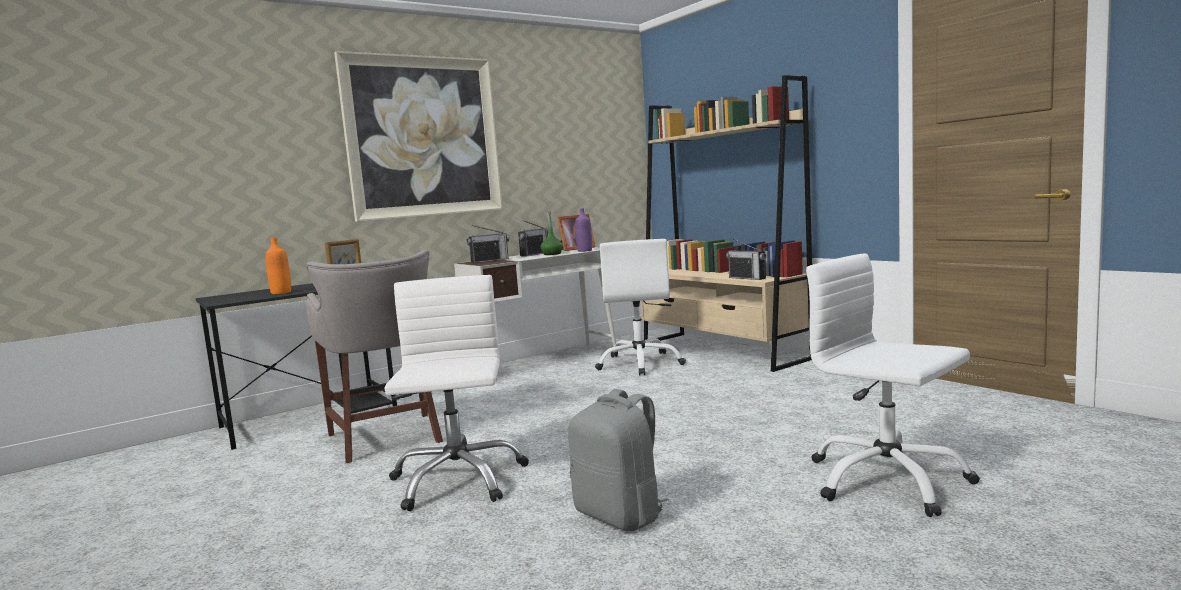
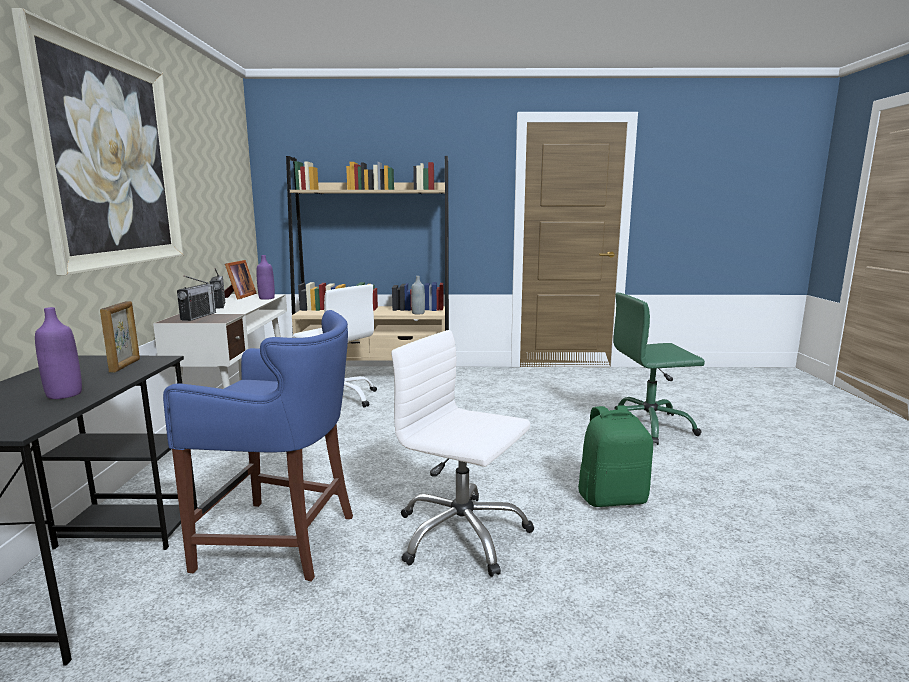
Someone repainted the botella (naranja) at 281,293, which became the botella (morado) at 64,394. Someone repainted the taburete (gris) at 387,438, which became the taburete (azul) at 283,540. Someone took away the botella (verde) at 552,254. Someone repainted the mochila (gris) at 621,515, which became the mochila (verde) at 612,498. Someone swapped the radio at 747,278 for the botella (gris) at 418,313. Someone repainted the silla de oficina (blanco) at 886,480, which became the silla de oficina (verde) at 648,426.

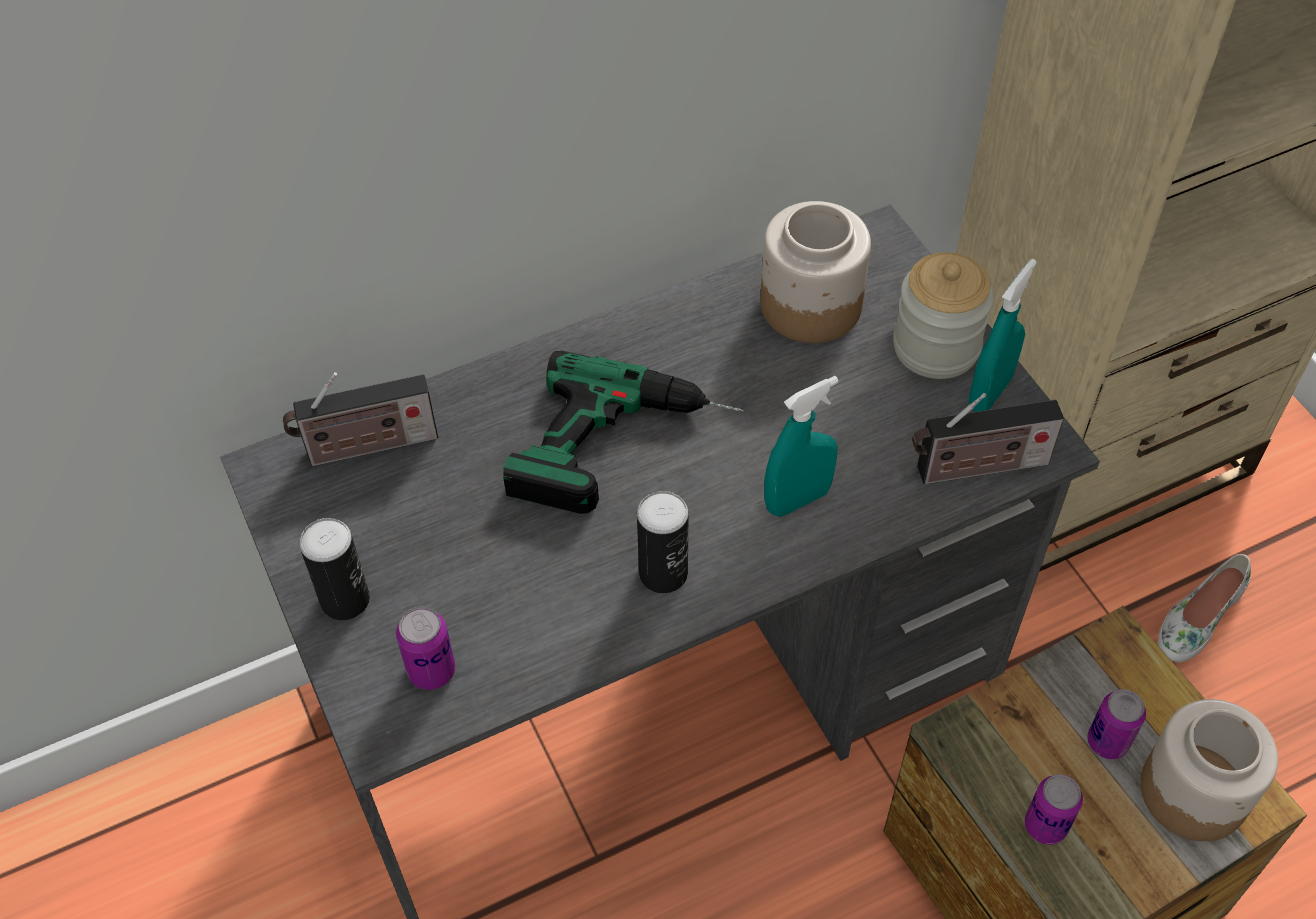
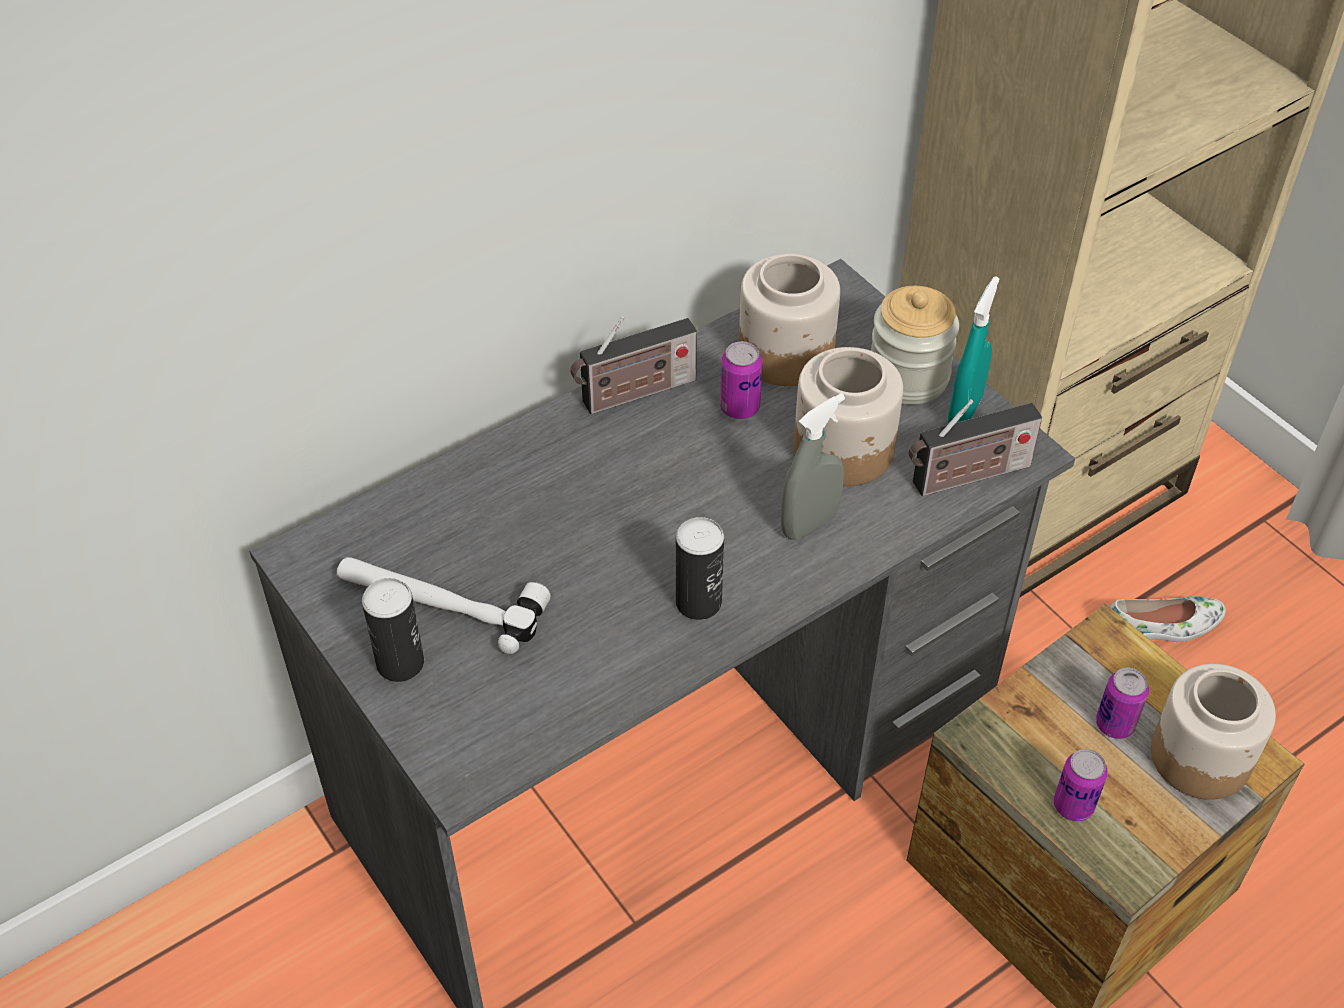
Someone carried the radio from 366,447 to 634,394. Someone carried the lata from 431,670 to 739,407. Someone took away the taladro at 627,449. Someone repainted the pulverizador (turquesa) at 797,500, which became the pulverizador (gris) at 809,523. Someone rotated the zapato (blanco) at 1197,617 by 135 degrees counterclockwise. Someone put down the martillo at 439,601. Someone put down the tarro at 844,450.

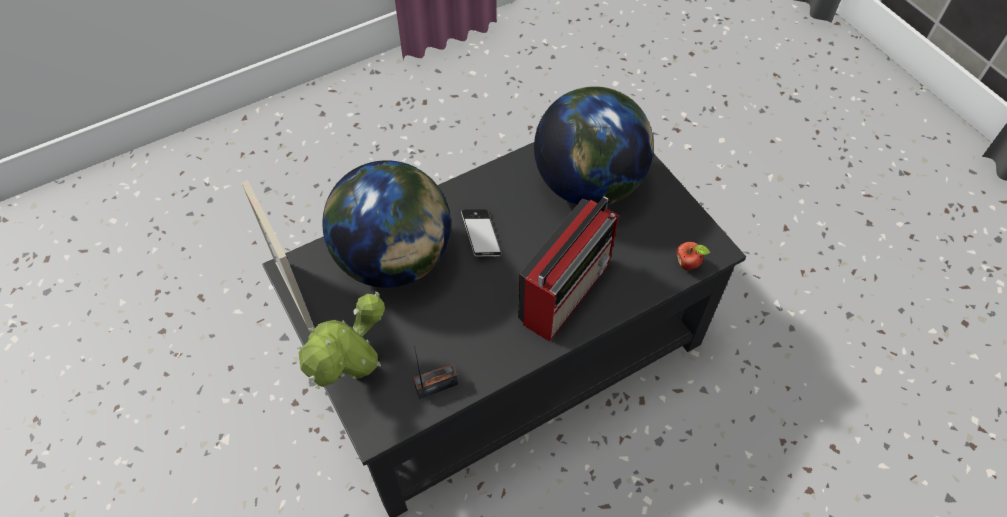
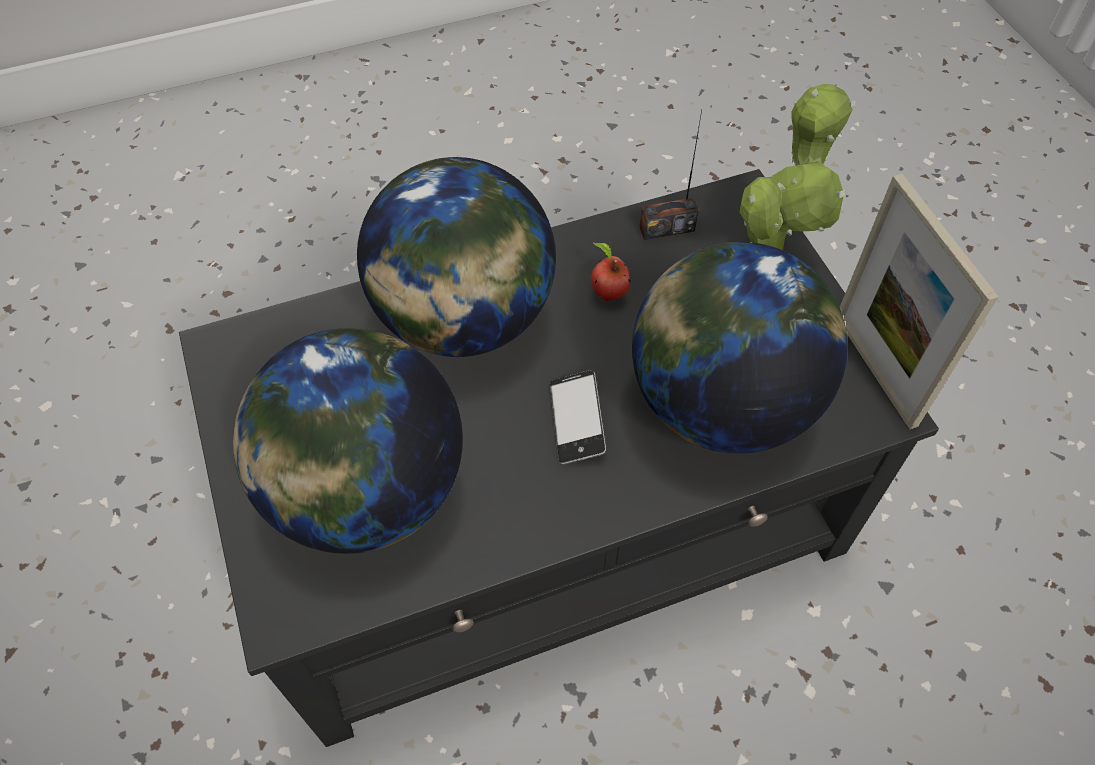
Someone swapped the radio at 567,290 for the globo terráqueo at 464,318. Someone carried the manzana from 688,264 to 607,293.

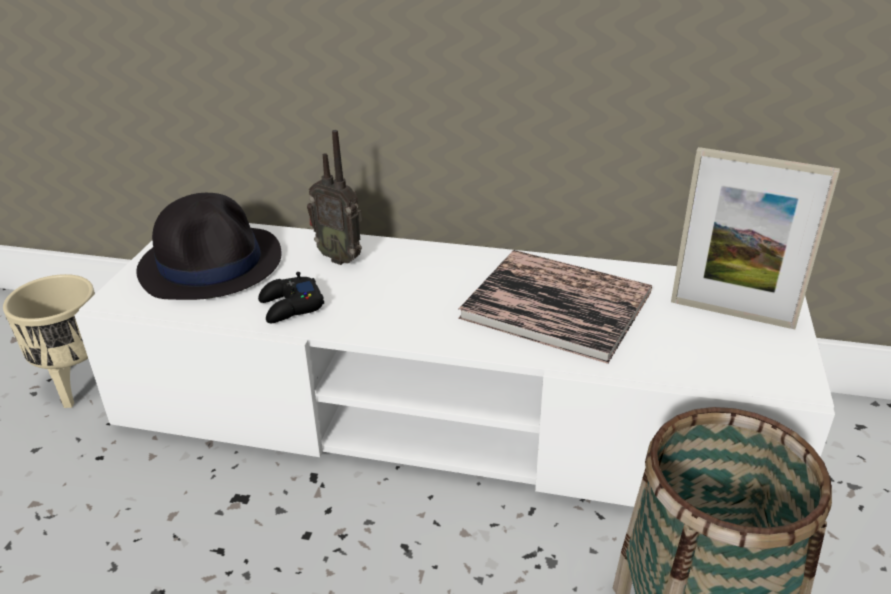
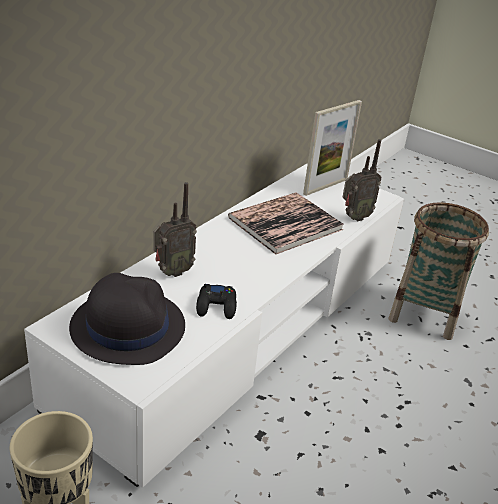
Someone put down the radio at 354,217.

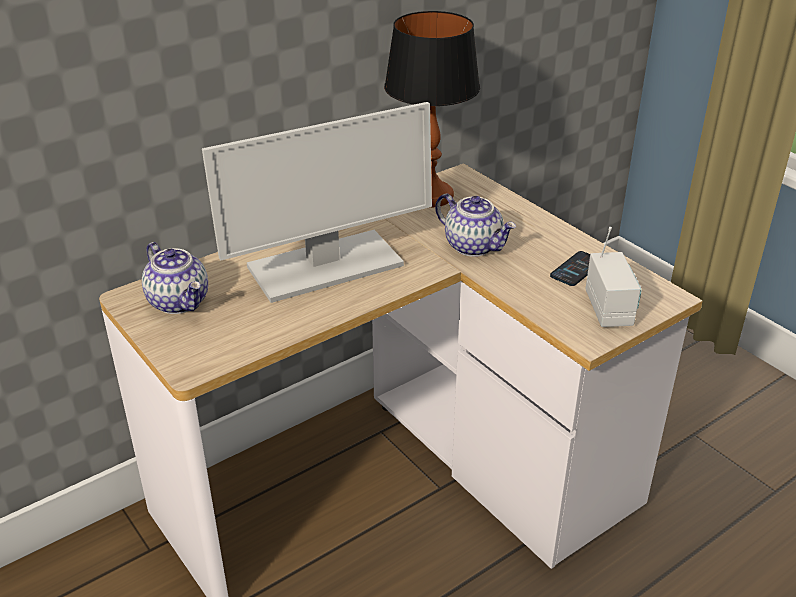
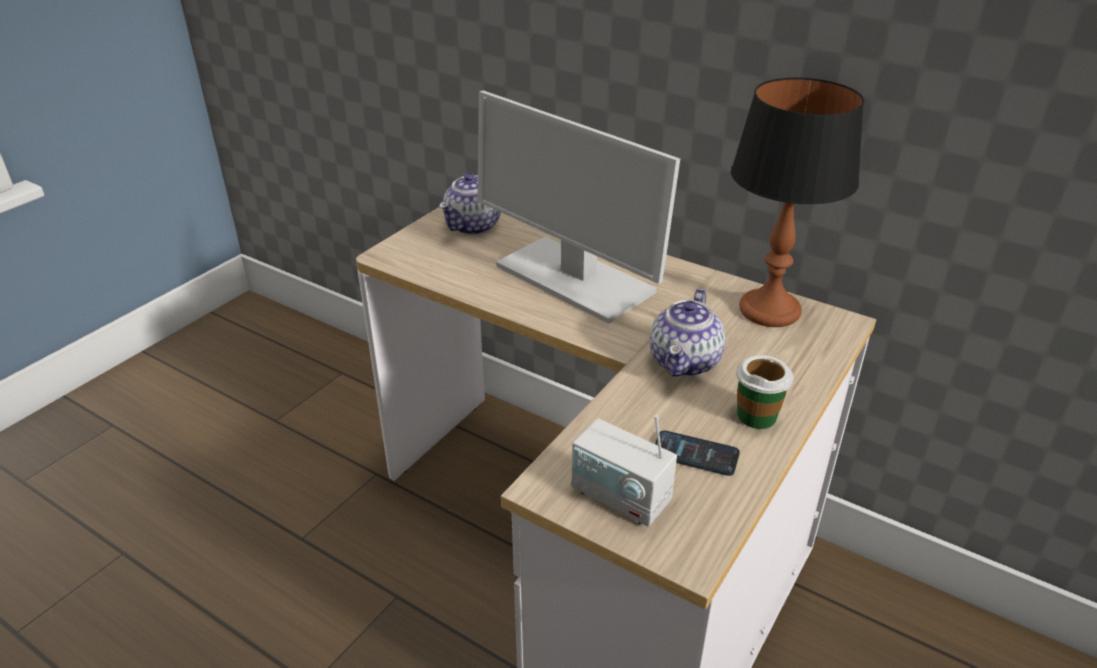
Someone rotated the radio at 609,309 by 60 degrees clockwise. Someone put down the taza at 756,415.

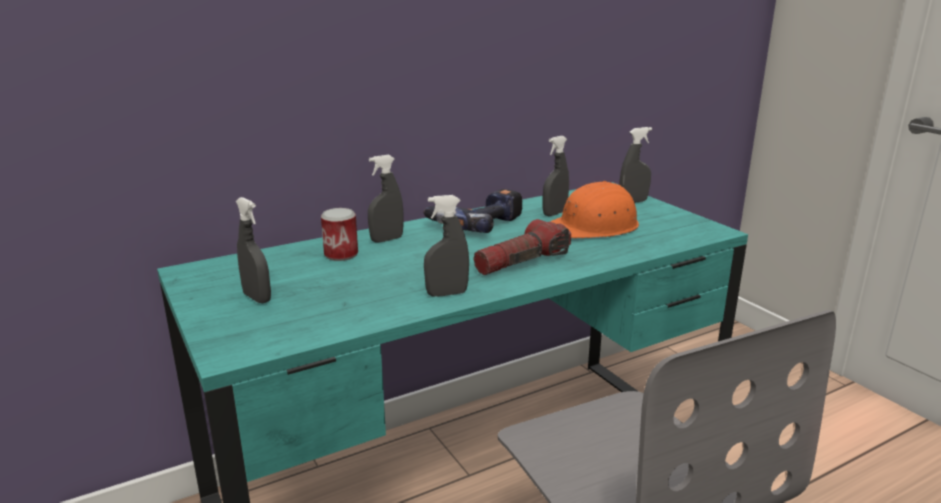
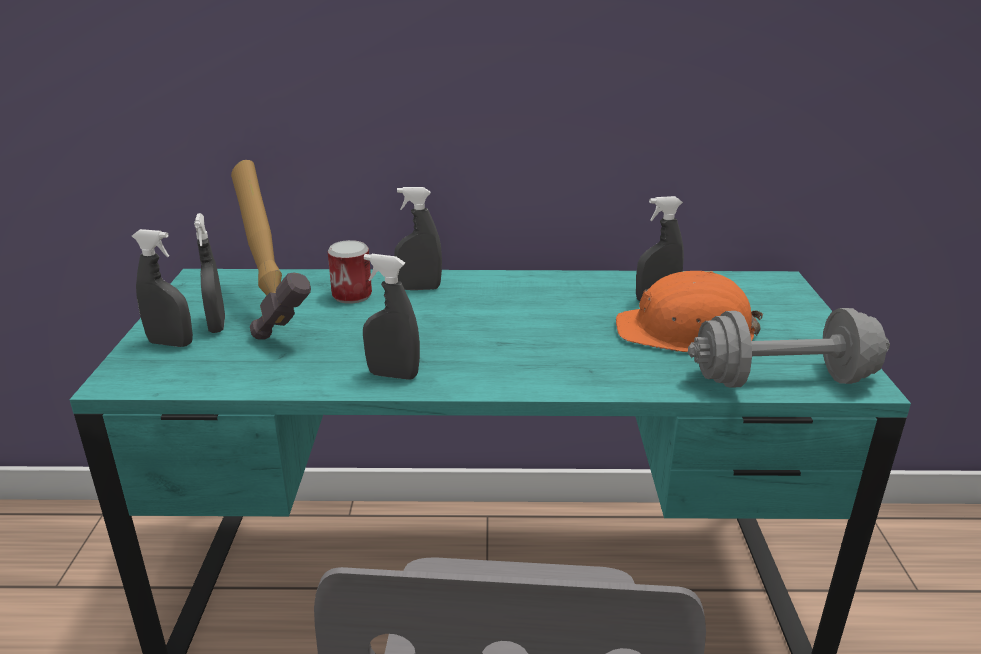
Someone took away the taladro at 476,223. Someone took away the linterna at 522,262. Someone carried the pulverizador (gris) from 633,201 to 171,343. Someone put down the martillo at 278,313. Someone put down the mancuerna (gris) at 782,379.

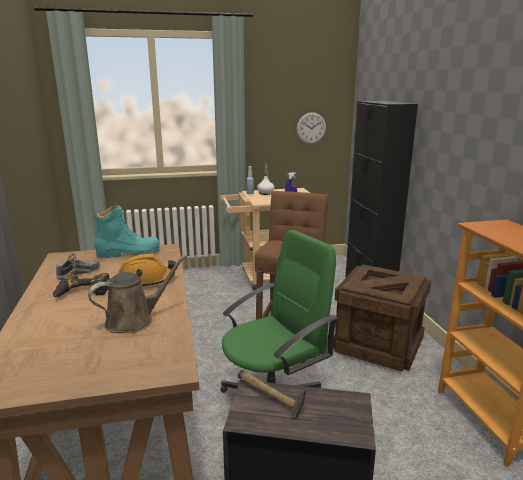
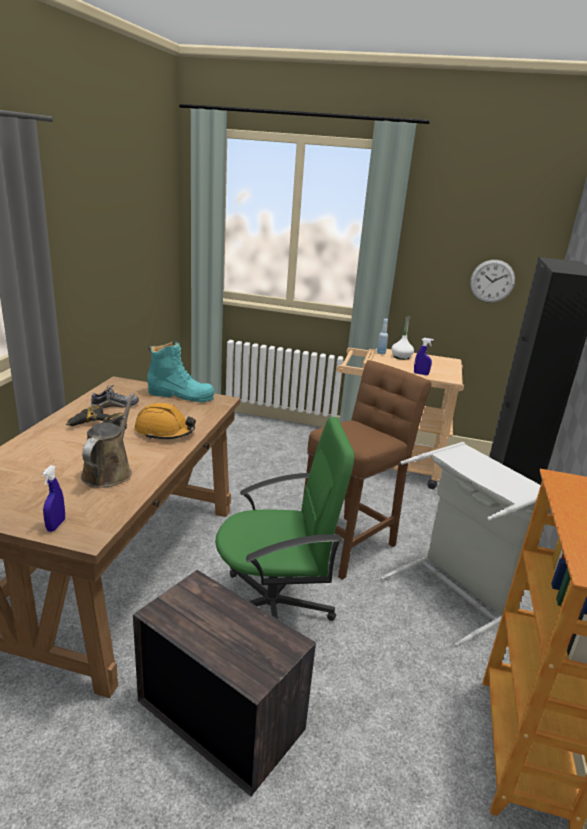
Someone rotated the regadera (marrón) at 134,320 by 75 degrees counterclockwise. Someone took away the martillo at 270,399. Someone swapped the caja de embalaje at 378,344 for the cesto de la ropa (gris) at 455,592. Someone put down the pulverizador (azul) at 56,525.

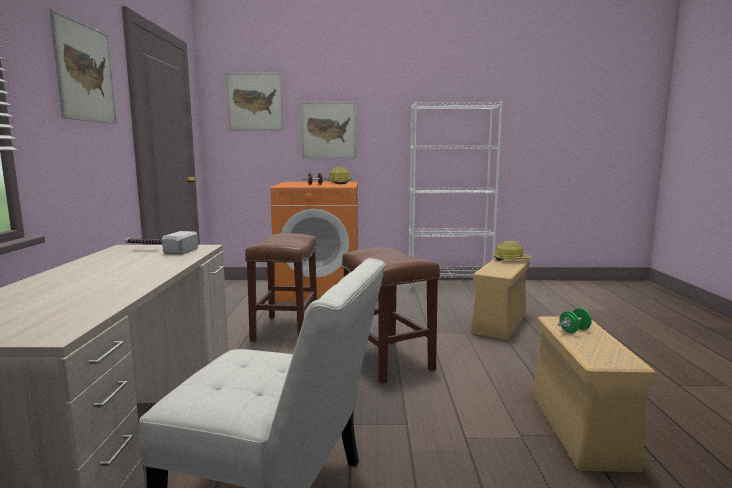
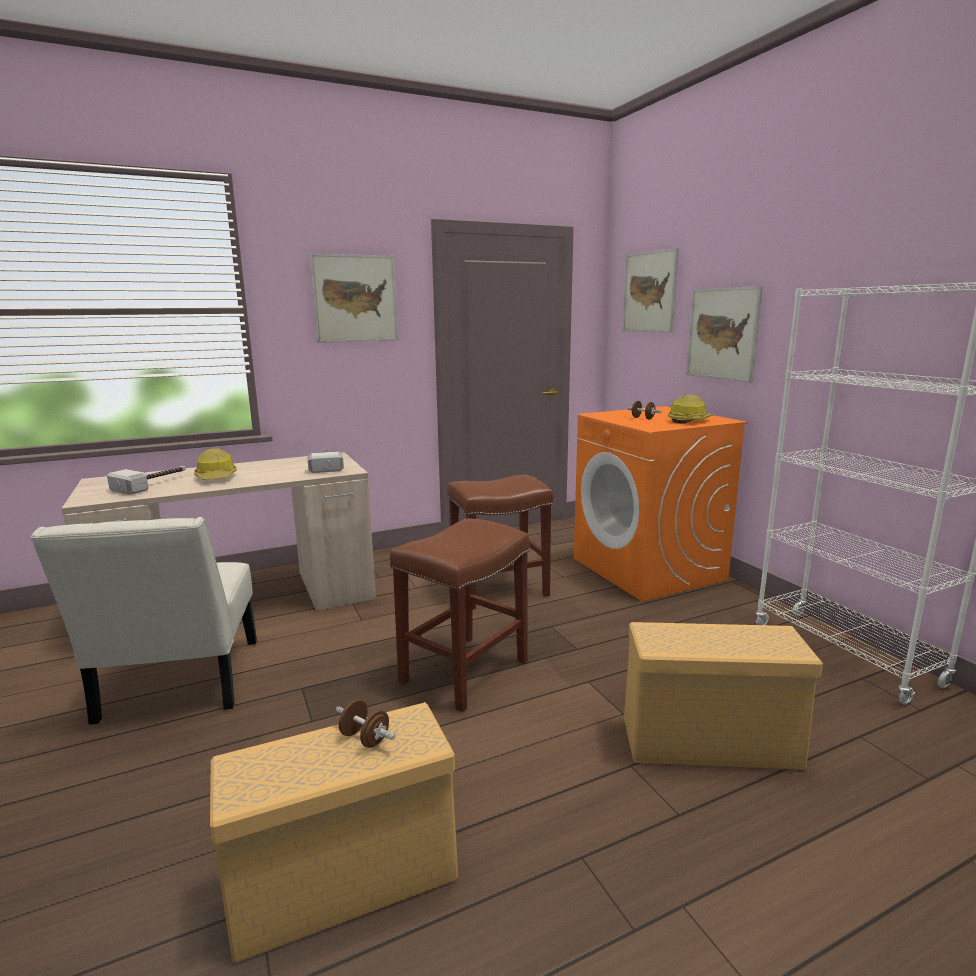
Someone carried the casco from 511,260 to 216,477. Someone repainted the mancuerna (verde) at 574,331, which became the mancuerna (marrón) at 365,738. Someone put down the martillo at 153,484.

